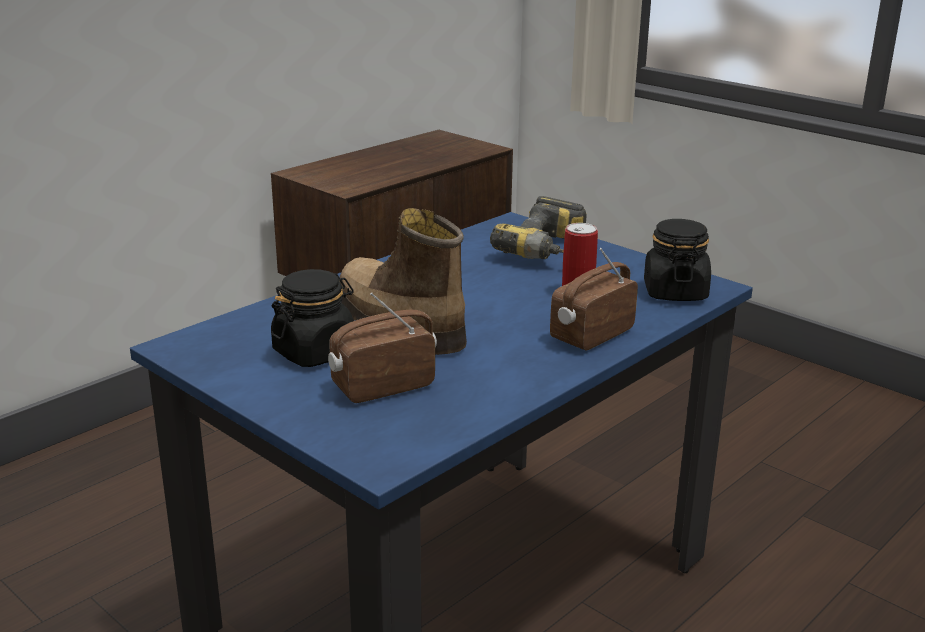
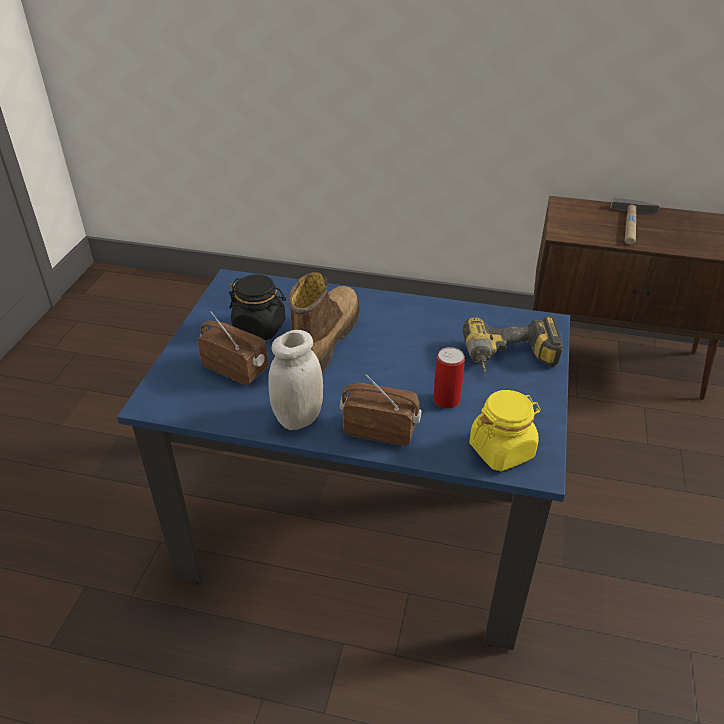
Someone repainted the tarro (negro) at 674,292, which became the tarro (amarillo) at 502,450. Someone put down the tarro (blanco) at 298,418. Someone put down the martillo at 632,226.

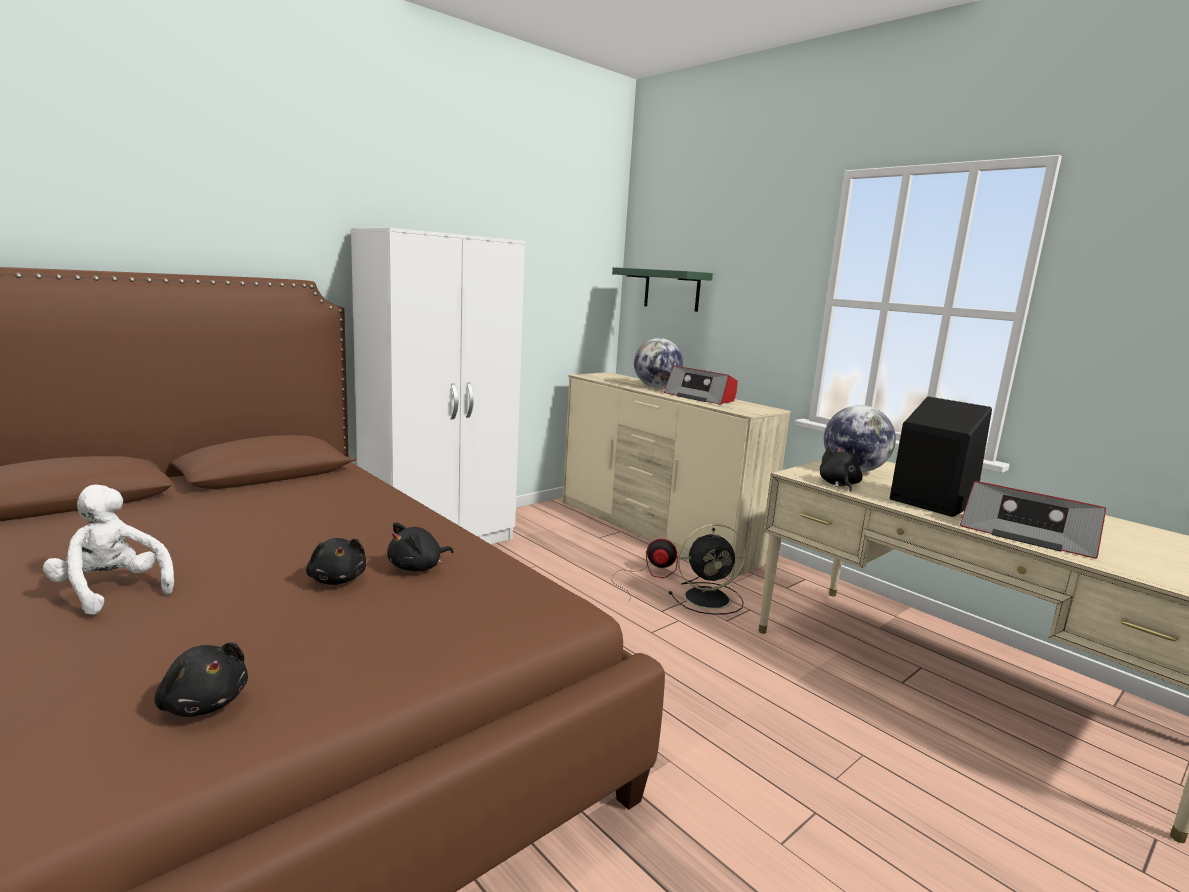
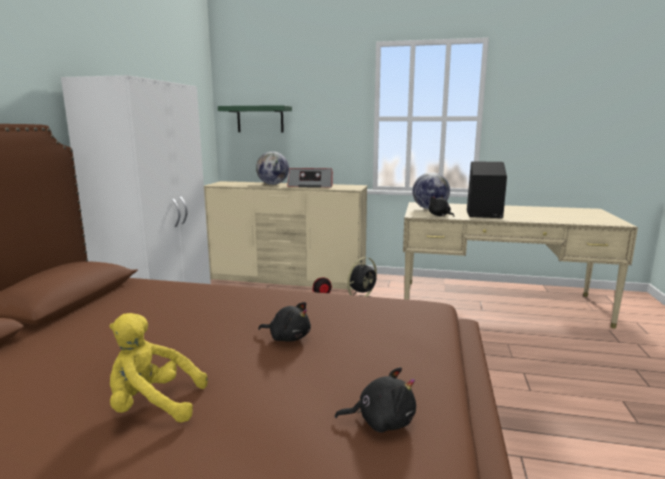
Someone repainted the peluche (blanco) at 112,591, which became the peluche (amarillo) at 153,405. Someone took away the peluche (negro) at 418,567. Someone took away the radio at 1027,535.

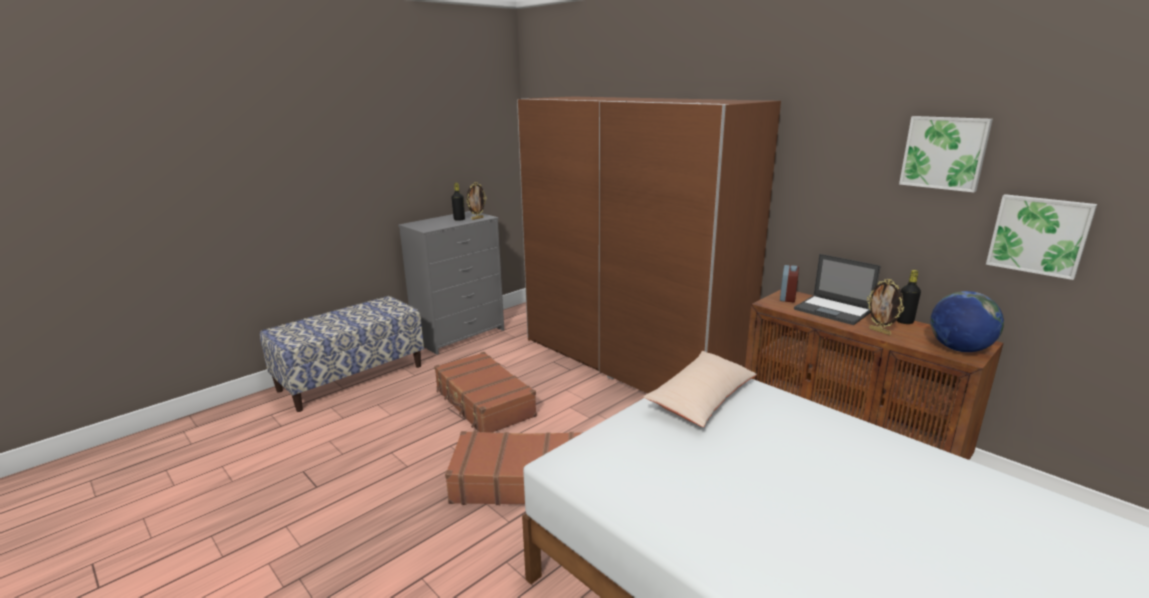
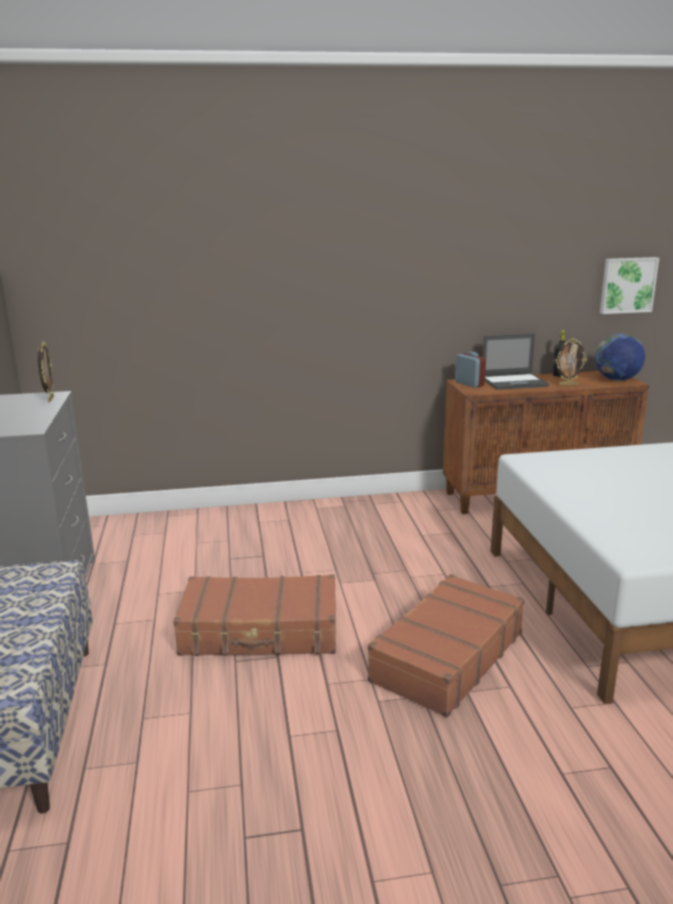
Someone took away the botella (negro) at 459,219. Someone took away the armario ropero (marrón) at 629,363. Someone took away the cojín (beis) at 701,398. Someone took away the cuadro at 944,153.

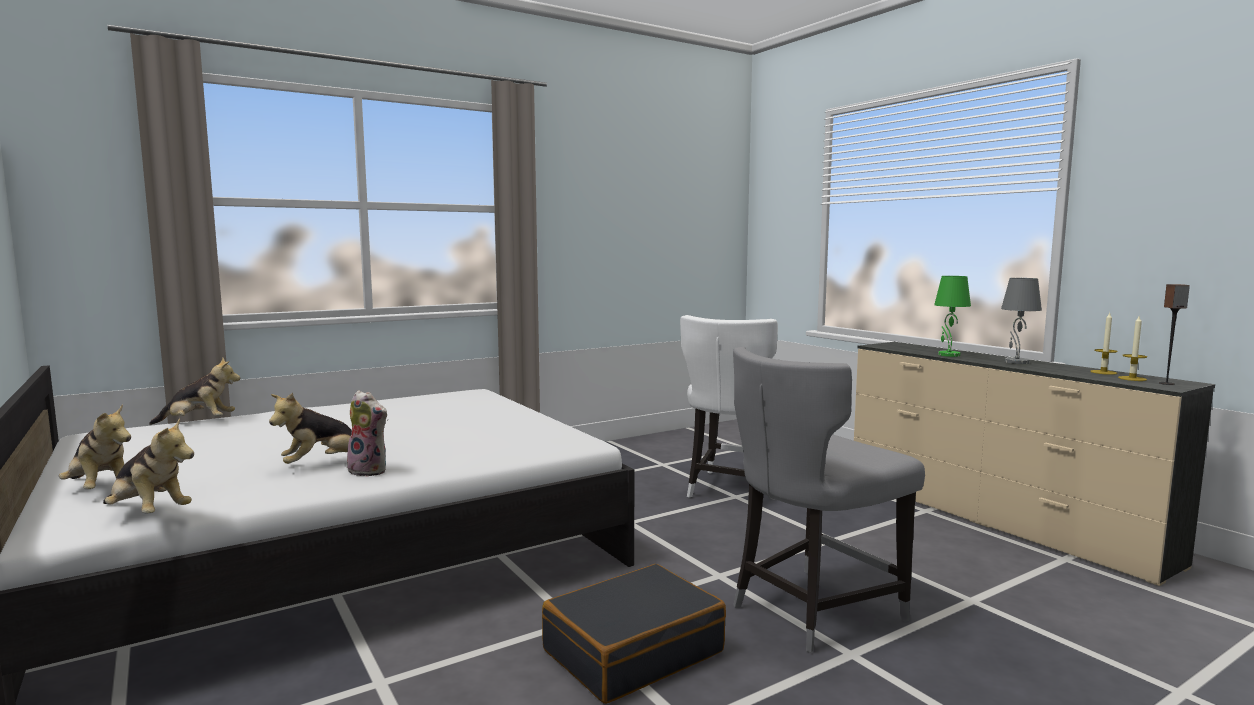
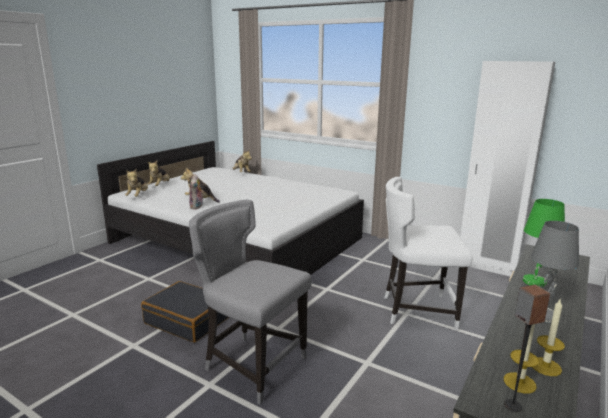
Someone put down the armario ropero (blanco) at 487,267.

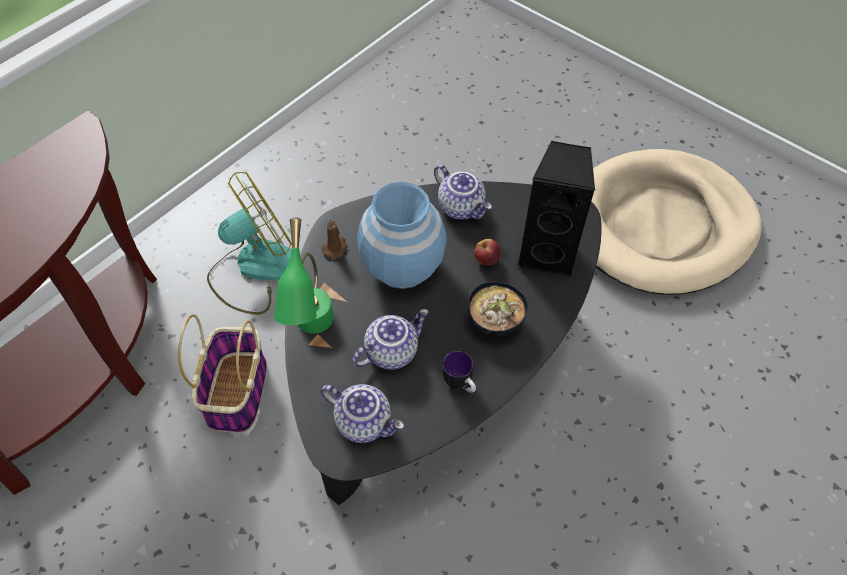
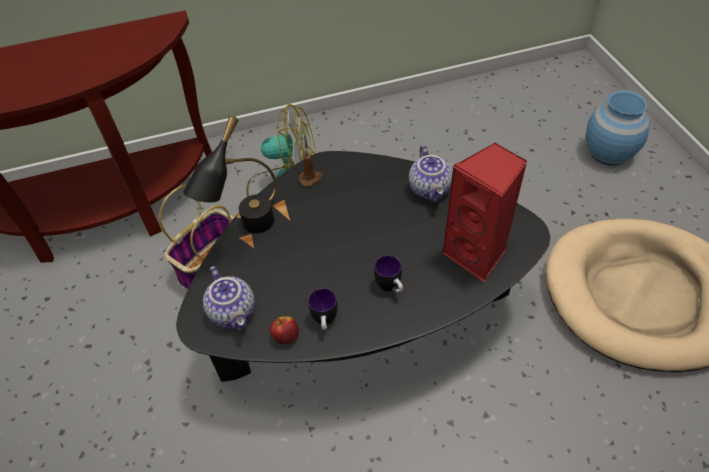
Someone repainted the lámpara de mesa (verde) at 313,333, which became the lámpara de mesa (negro) at 248,231. Someone took away the tetera at 391,351. Someone carried the florero (azul) from 402,266 to 608,153. Someone swapped the cuenco at 495,322 for the taza grande at 390,288. Someone carried the manzana from 486,260 to 286,337. Someone repainted the altavoz (negro) at 548,252, which became the altavoz (rojo) at 477,254.

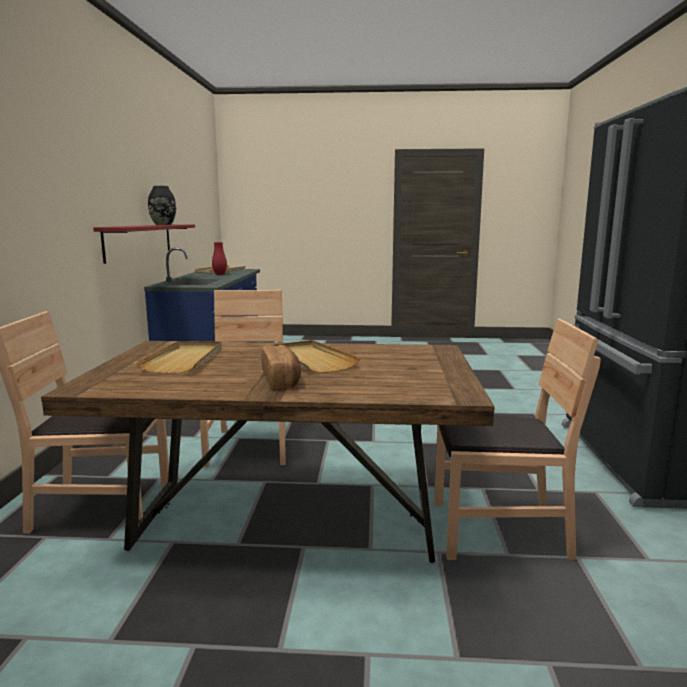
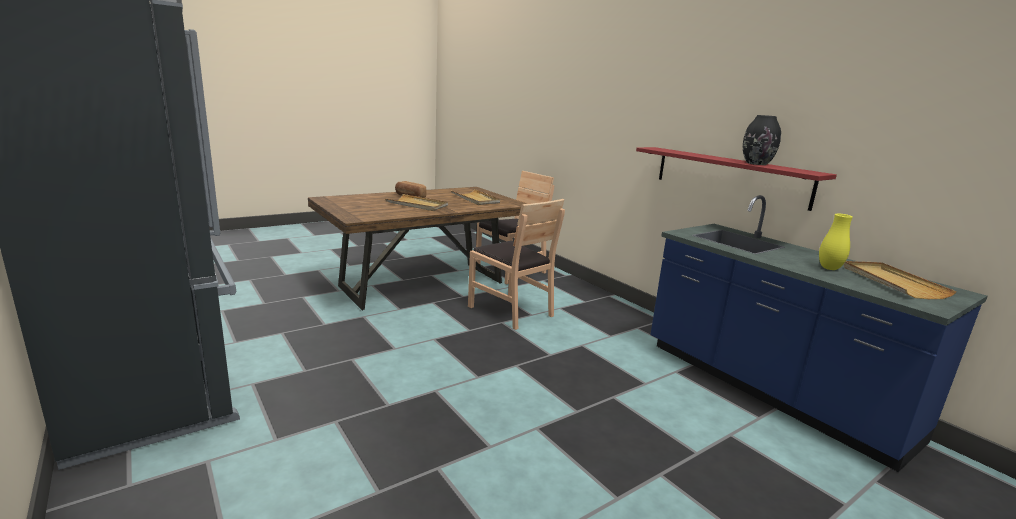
Someone repainted the florero (rojo) at 220,274, which became the florero (amarillo) at 829,268. Someone took away the silla (marrón) at 498,530.

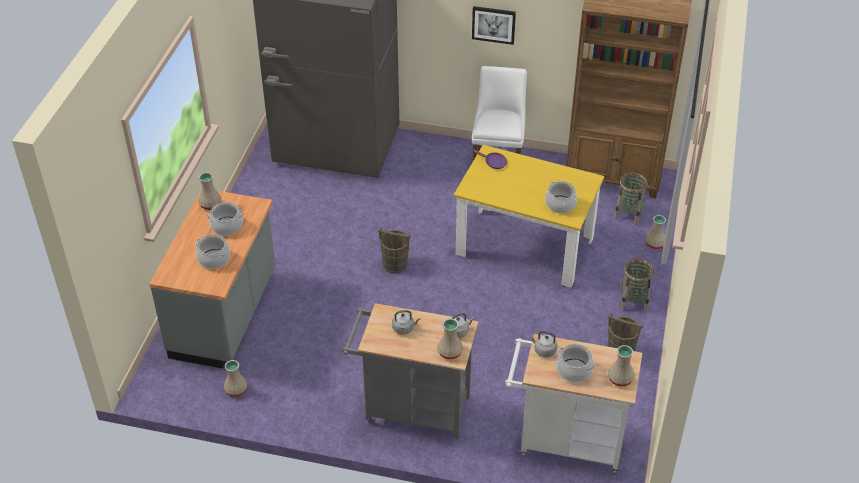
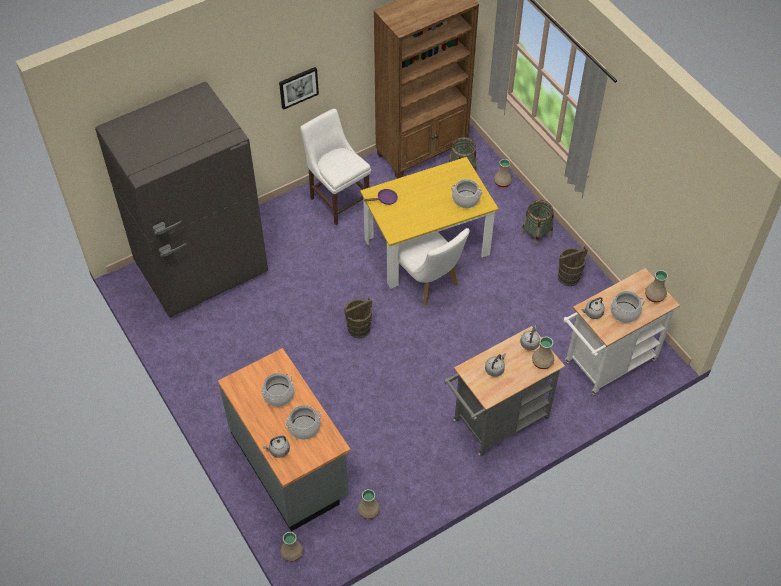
Someone carried the florero (beis) from 210,204 to 291,552. Someone put down the hervidor (gris) at 278,450. Someone put down the silla (blanco) at 428,283.

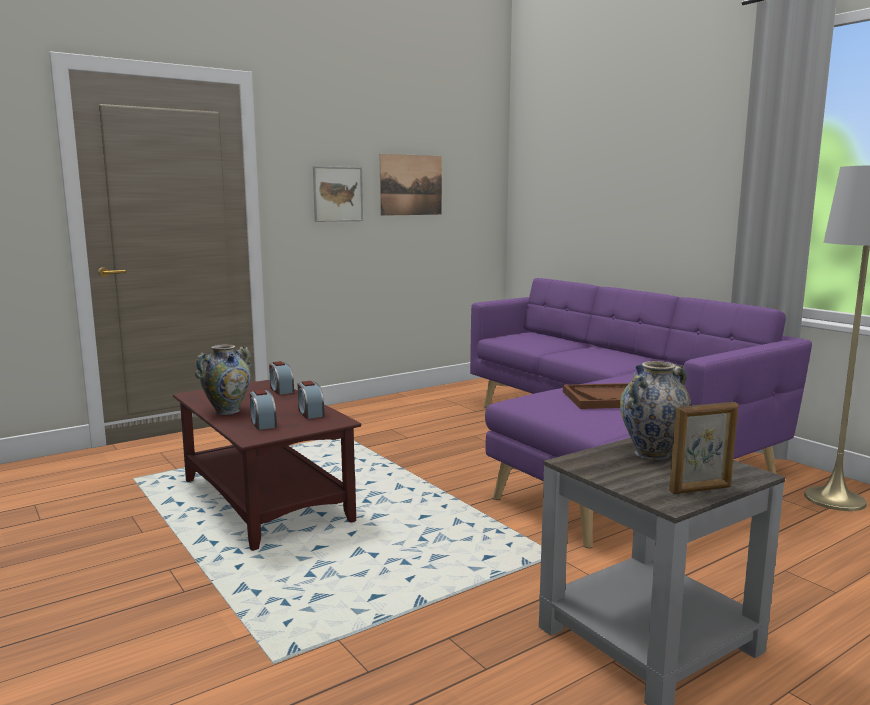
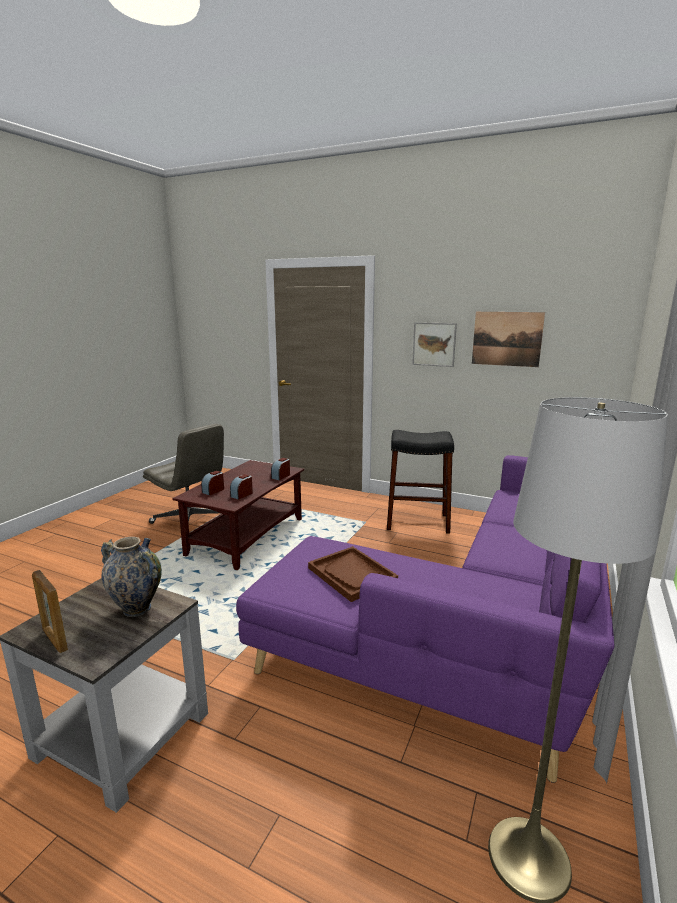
Someone took away the florero at 227,411. Someone put down the silla de oficina (gris) at 191,521. Someone put down the taburete (negro) at 417,522.

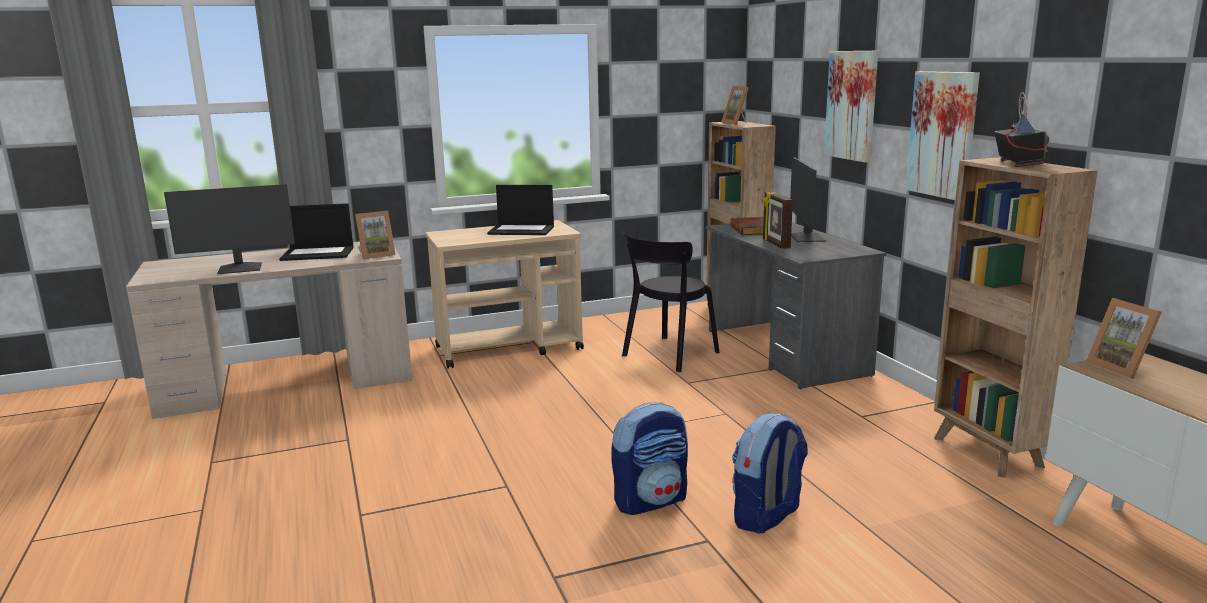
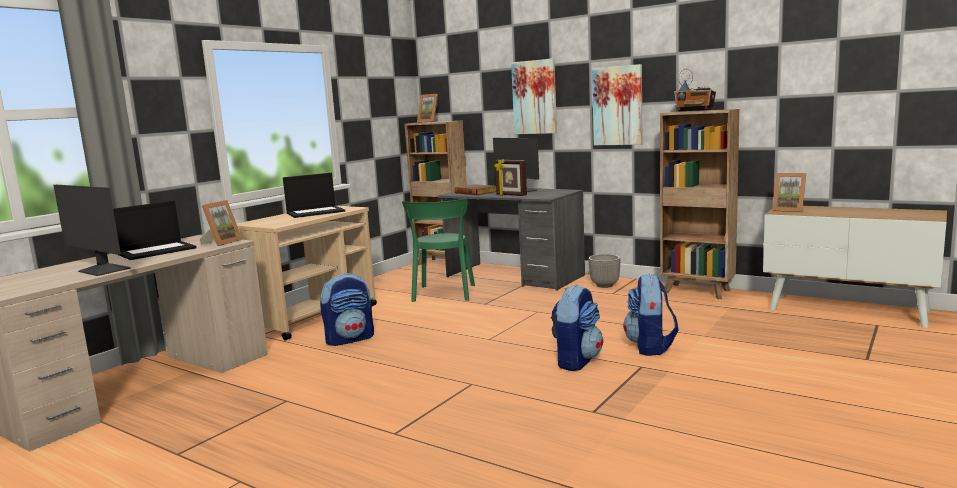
Someone rotated the monitor at 240,269 by 90 degrees clockwise. Someone repainted the silla (negro) at 668,355, which became the silla (verde) at 443,294. Someone rotated the radio at 1018,163 by 150 degrees clockwise. Someone put down the mochila at 350,339. Someone put down the maceta at 604,285.

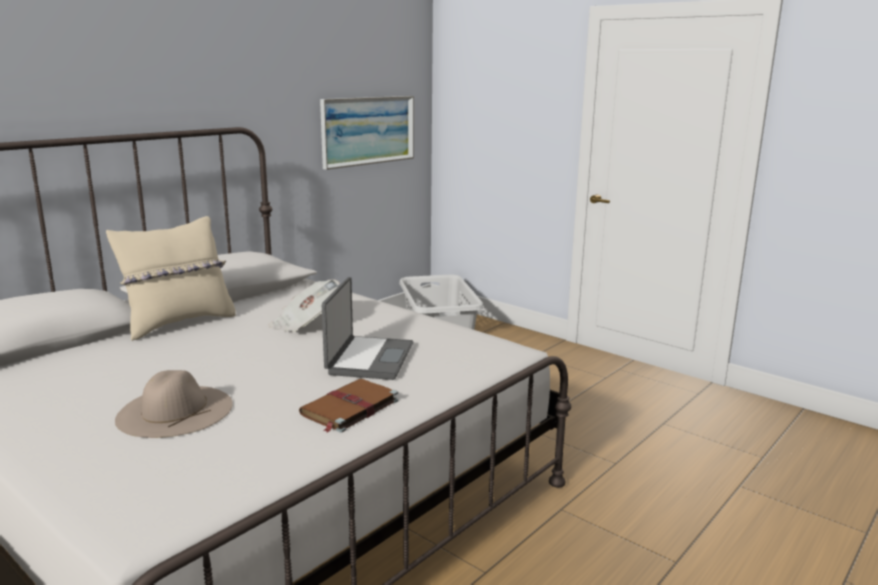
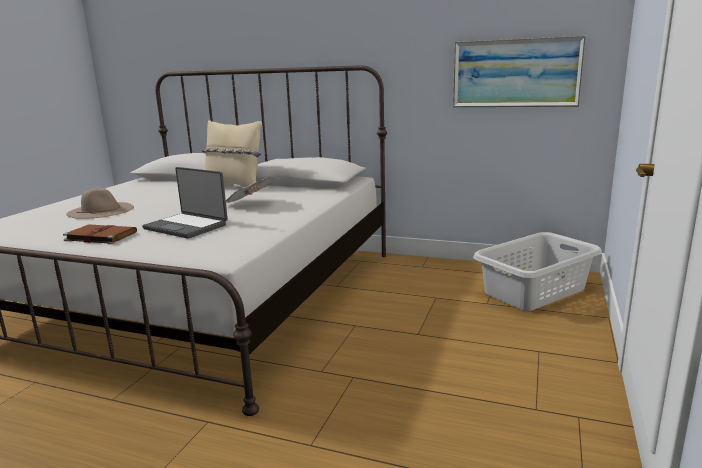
Someone rotated the portátil at 368,359 by 45 degrees clockwise.

